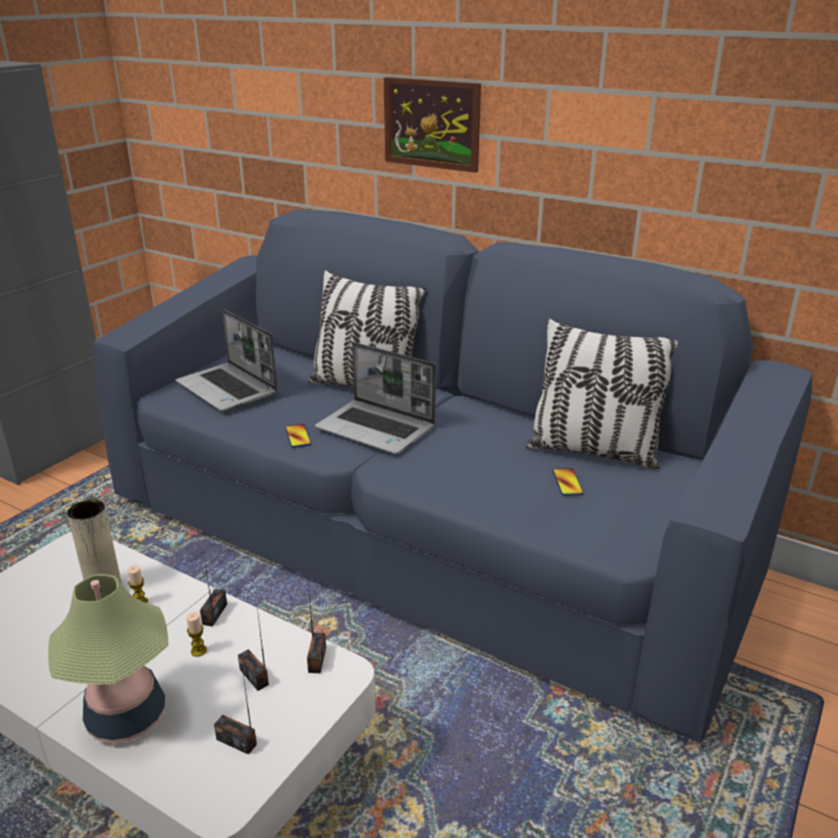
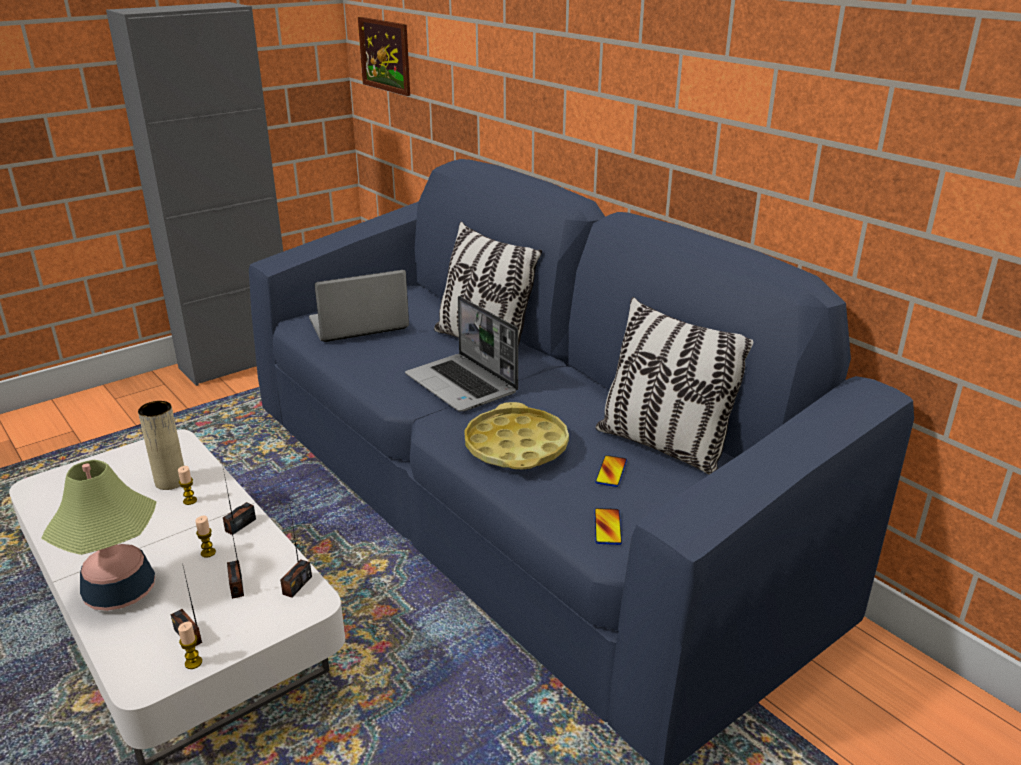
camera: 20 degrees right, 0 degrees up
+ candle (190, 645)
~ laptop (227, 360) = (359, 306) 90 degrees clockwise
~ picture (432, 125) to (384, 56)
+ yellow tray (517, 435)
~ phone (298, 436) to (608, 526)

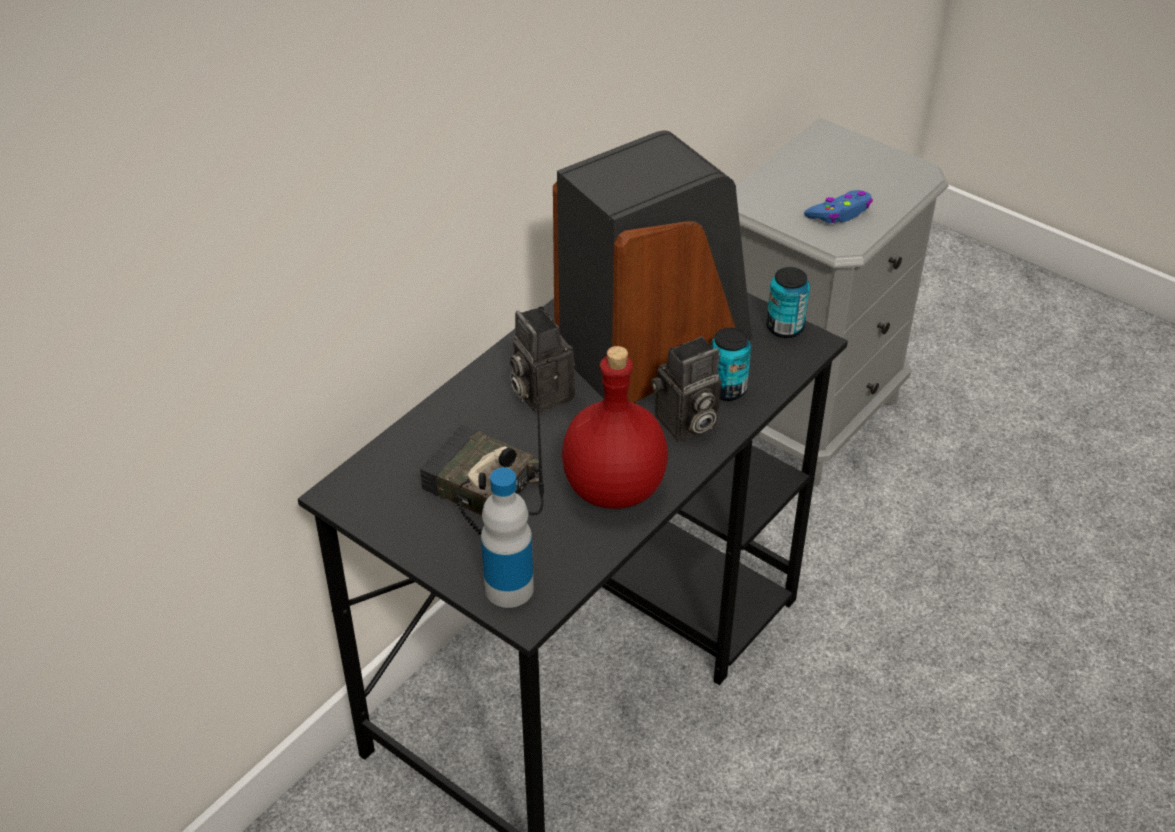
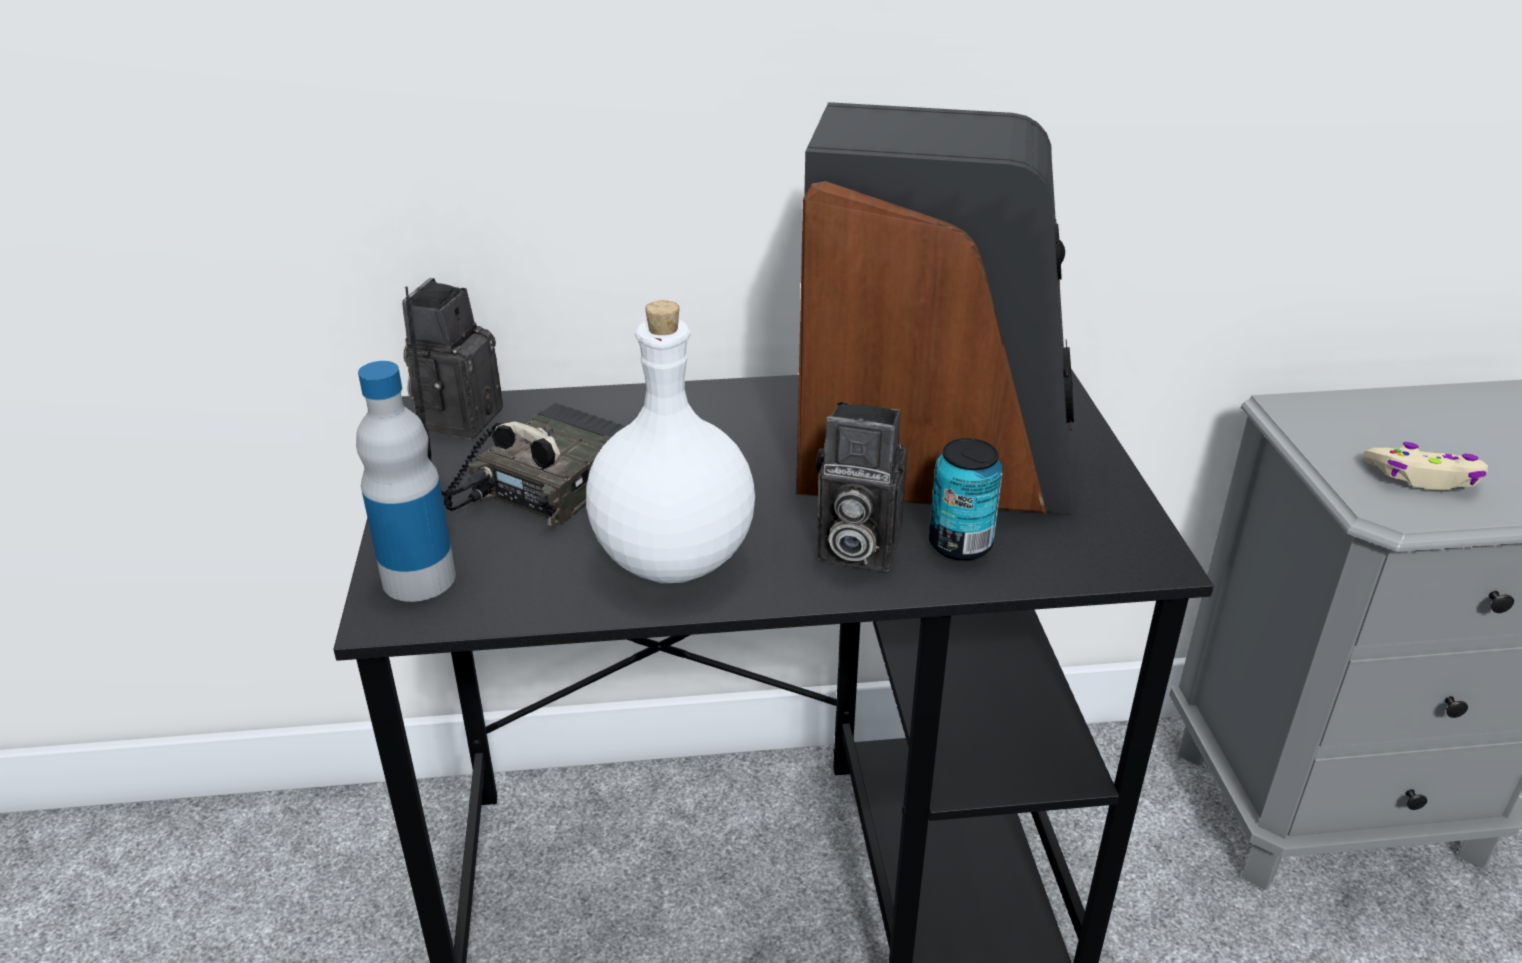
camera: 45 degrees right, 10 degrees down
~ photo camera (542, 359) to (452, 358)
~ radio (482, 466) = (515, 407) 45 degrees clockwise
~ red bottle (615, 427) to white bottle (670, 441)
~ blue game controller (838, 206) to beige game controller (1425, 466)
- can (788, 302)

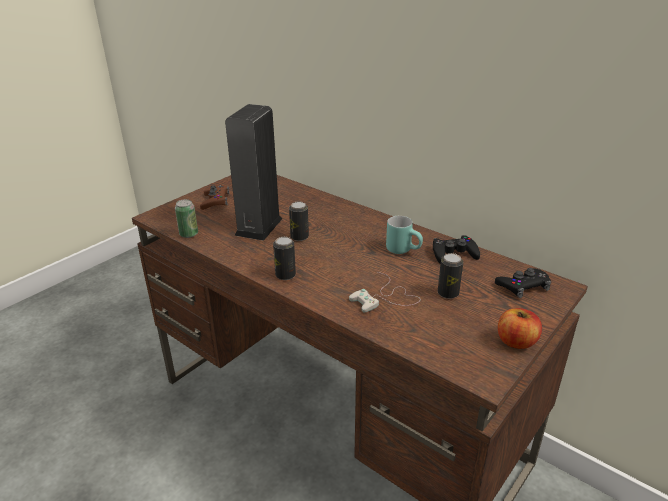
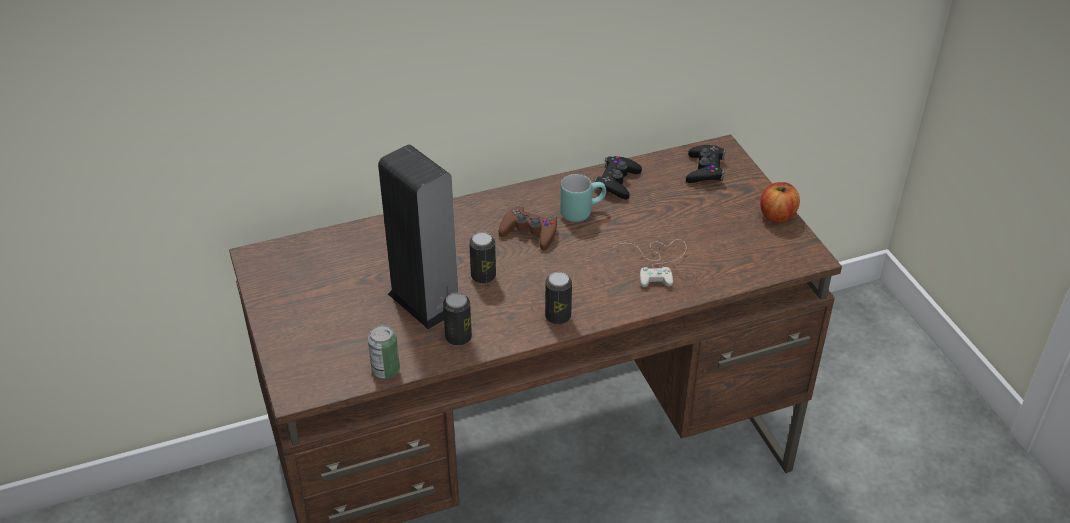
camera: 60 degrees left, 10 degrees up
~ can (450, 276) to (457, 319)
~ brown game controller (215, 197) to (528, 227)

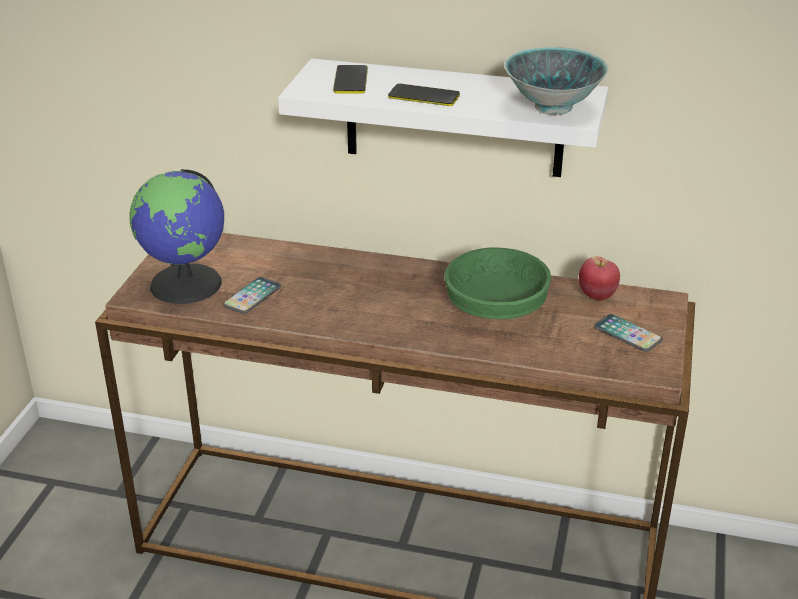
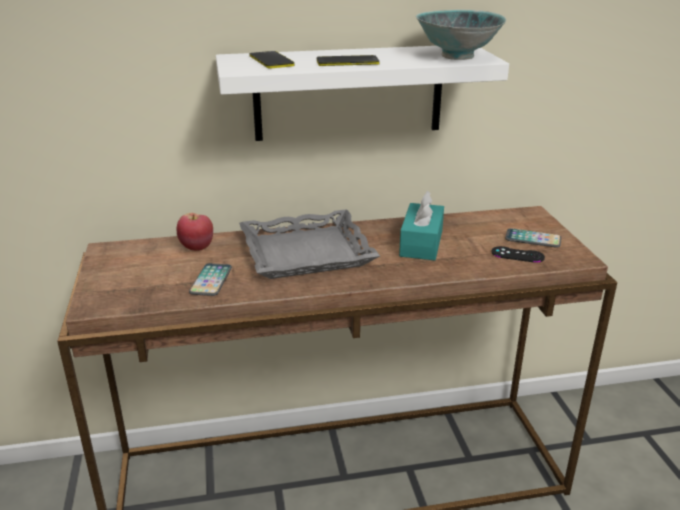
camera: 25 degrees left, 5 degrees down
~ apple (599, 278) to (195, 232)
+ grey tray (309, 244)
~ green bowl (498, 283) to turquoise tissue box (421, 225)
+ black game controller (518, 254)
- globe (176, 236)

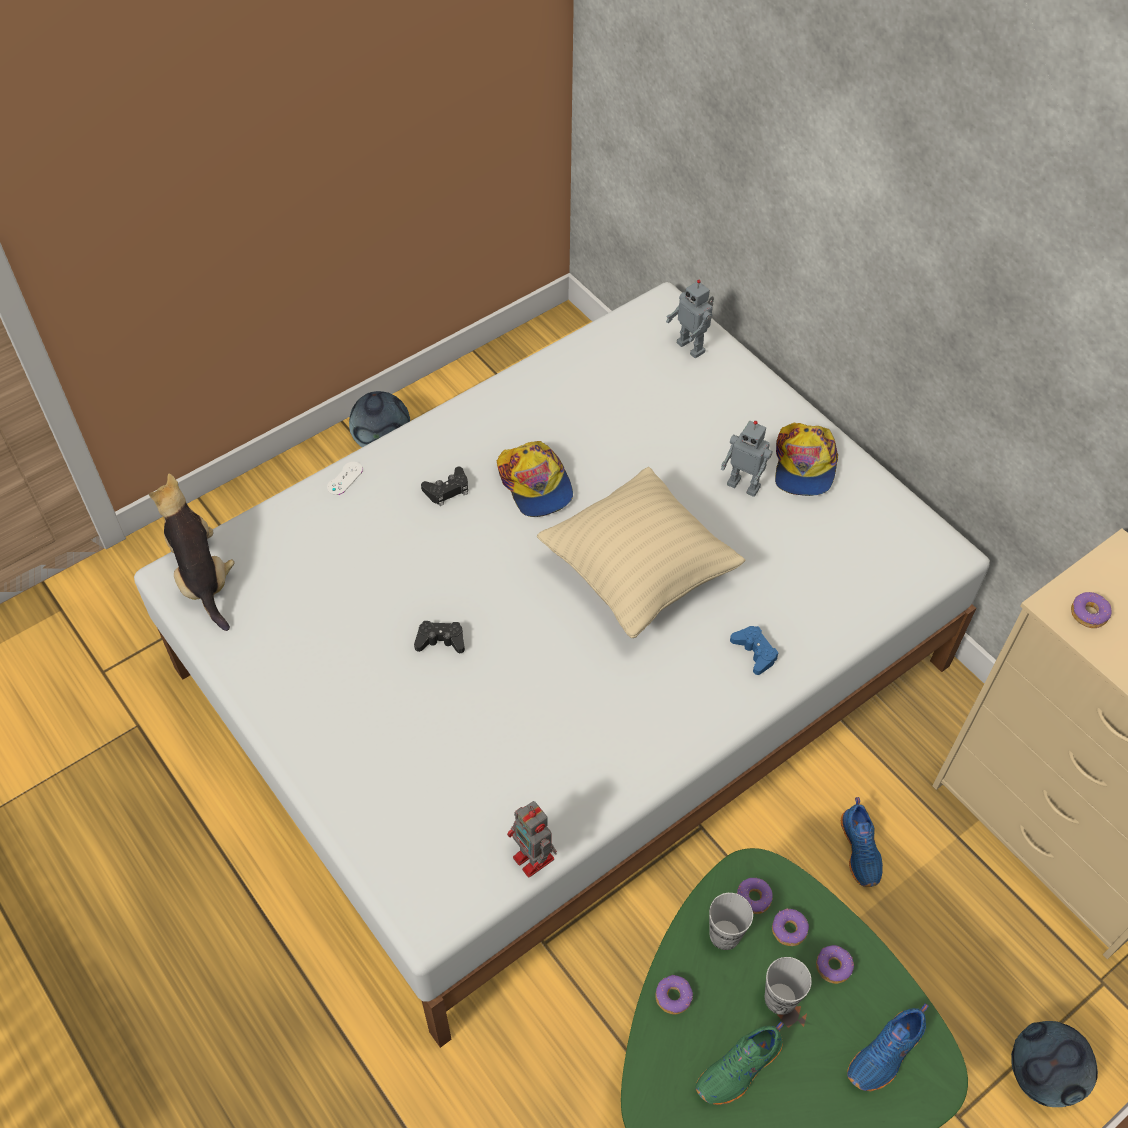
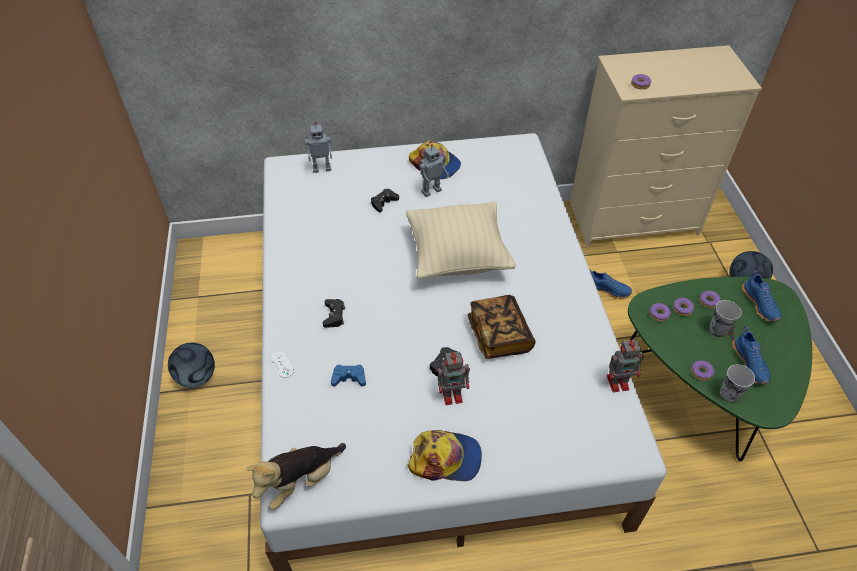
camera: 60 degrees left, 5 degrees down
~ plush toy (192, 552) = (296, 476) 45 degrees counterclockwise
~ blue game controller (754, 650) to (348, 375)
+ black game controller (385, 200)
~ cap (535, 479) to (445, 455)
+ toy robot (454, 378)
+ book (502, 327)
~ cup (731, 921) to (737, 383)
~ green shoe (739, 1063) to blue shoe (751, 355)

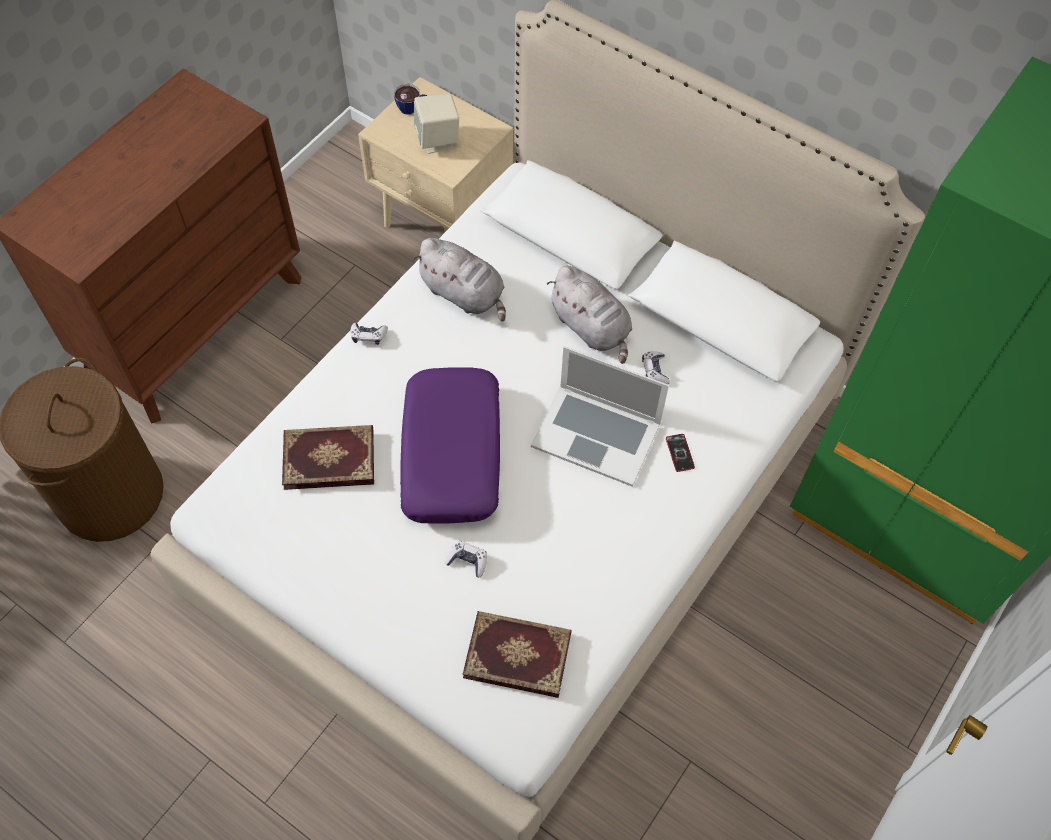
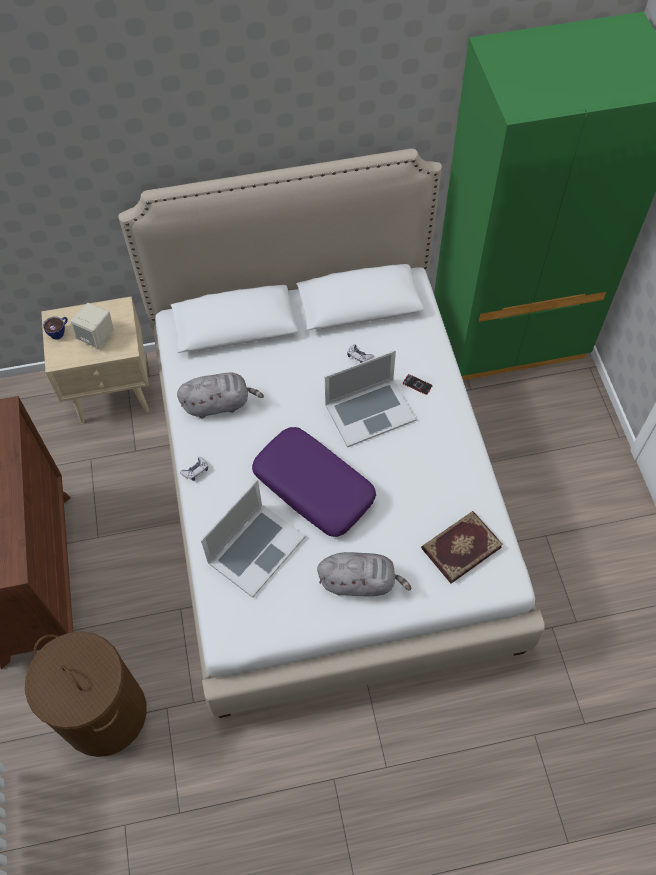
camera: 45 degrees left, 0 degrees up
~ book (328, 457) to laptop (253, 539)
~ grey plush toy (589, 315) to (364, 574)
- game controller (466, 559)

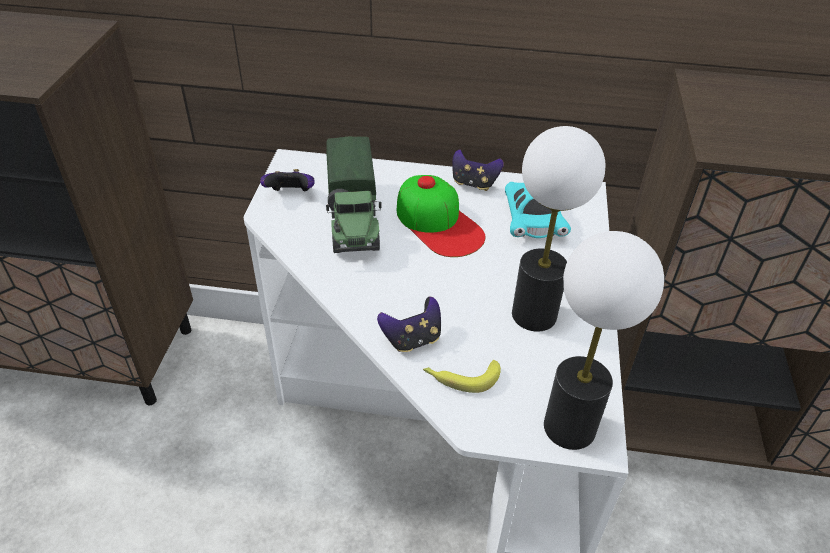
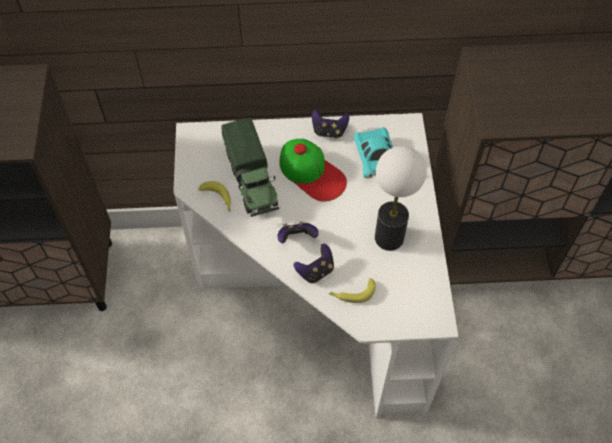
camera: 10 degrees left, 15 degrees up
+ banana (215, 196)
~ game controller (287, 180) to (298, 232)
- table lamp (604, 340)

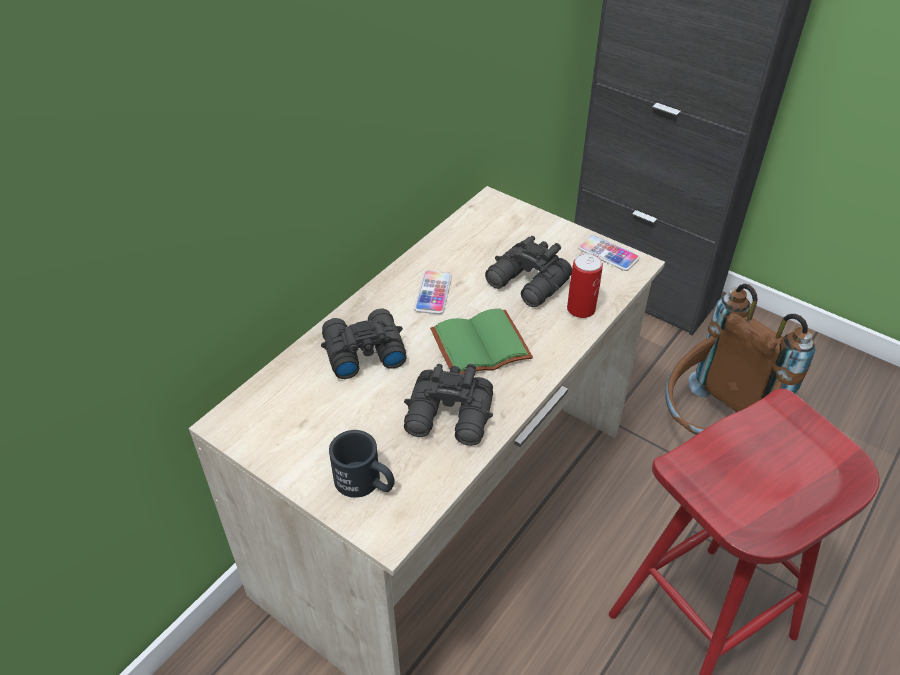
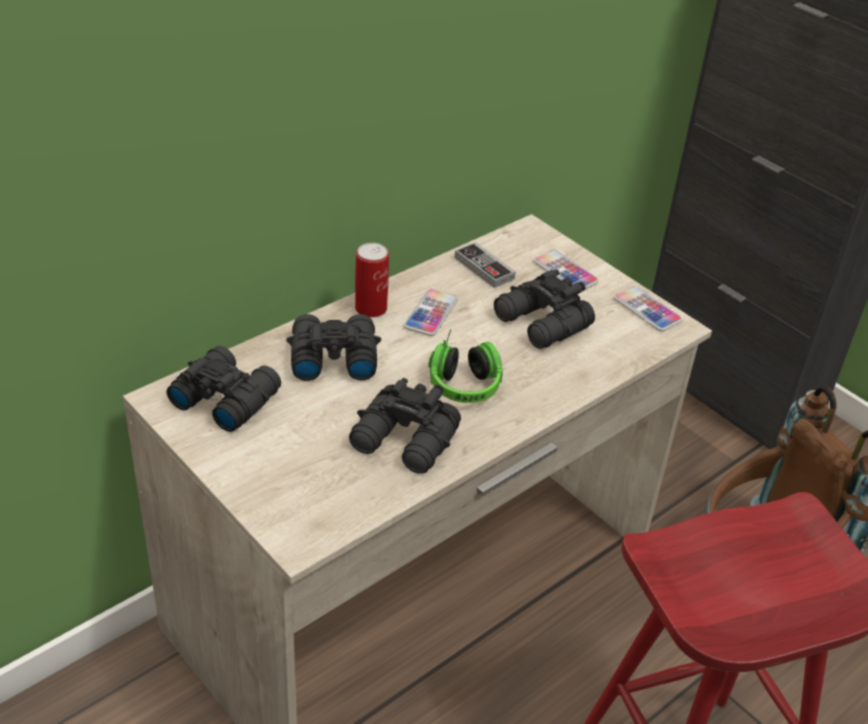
camera: 10 degrees right, 5 degrees down
+ black binoculars (224, 389)
~ can (585, 285) to (372, 280)
~ green book (481, 341) to headphones (465, 366)
+ game controller (485, 265)
+ phone (566, 269)
- black mug (362, 464)

